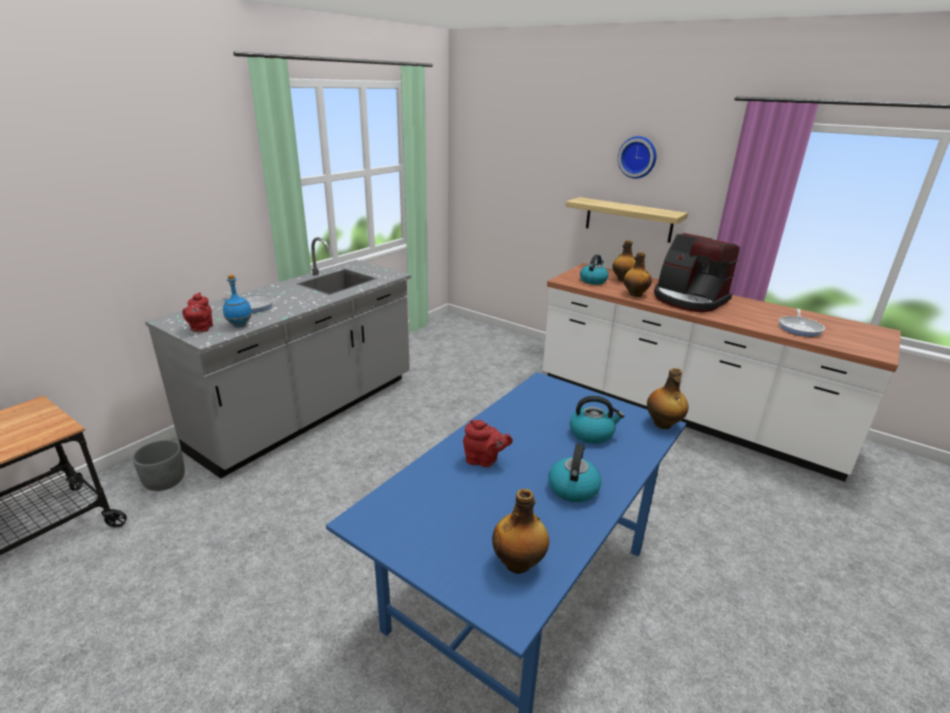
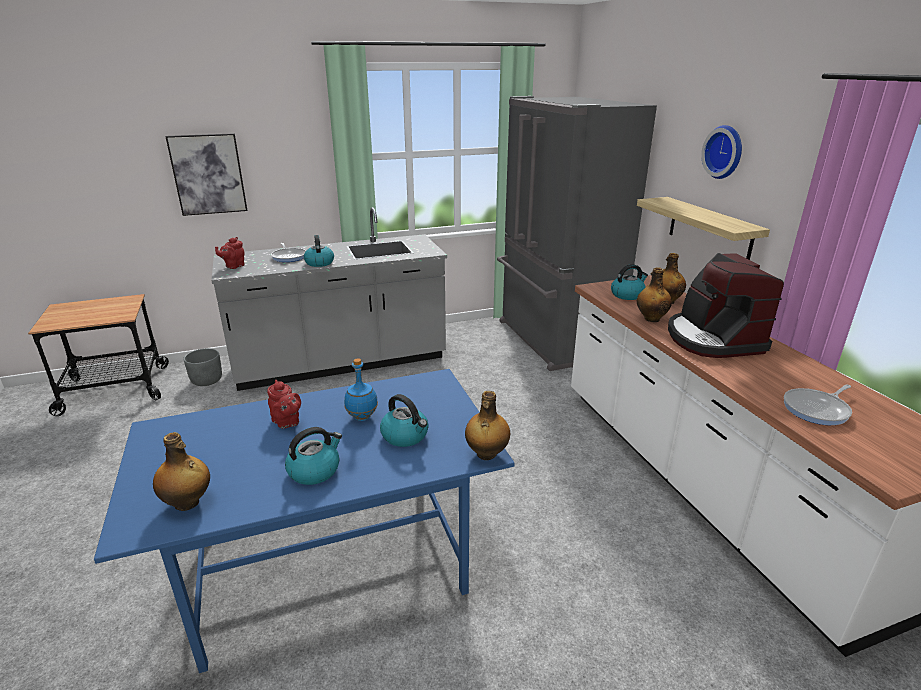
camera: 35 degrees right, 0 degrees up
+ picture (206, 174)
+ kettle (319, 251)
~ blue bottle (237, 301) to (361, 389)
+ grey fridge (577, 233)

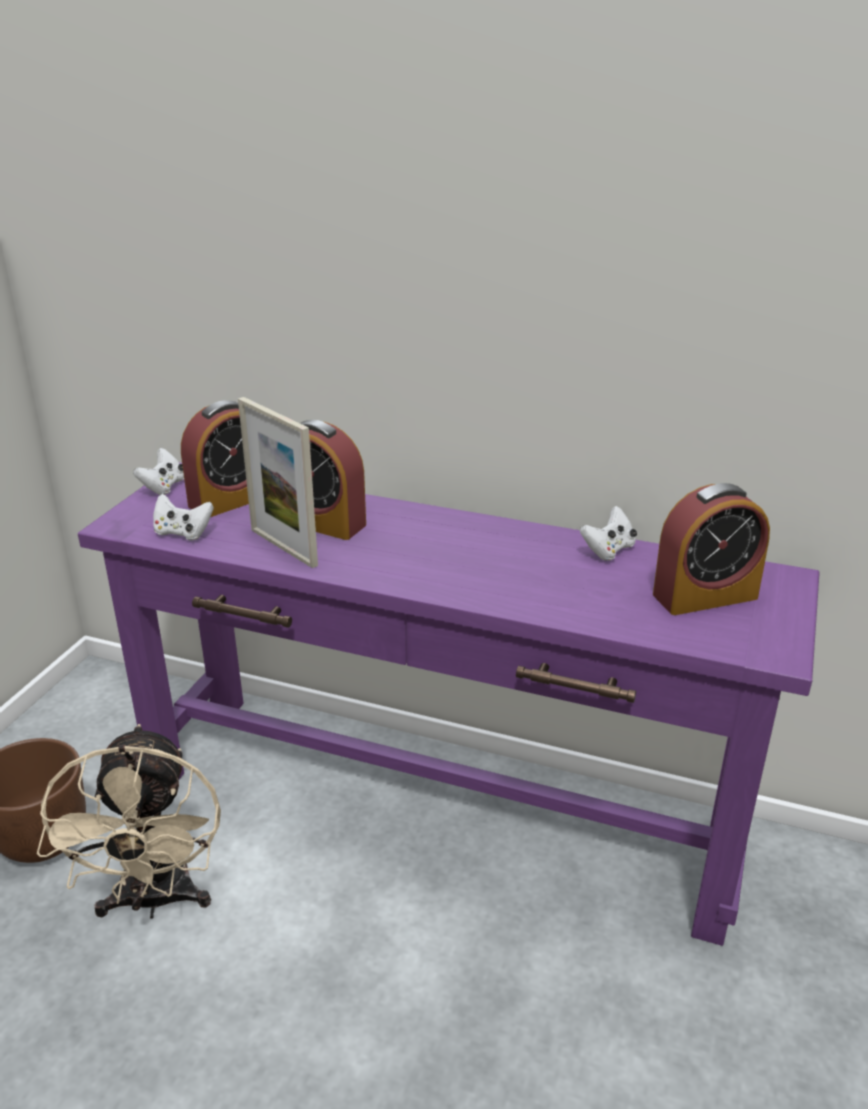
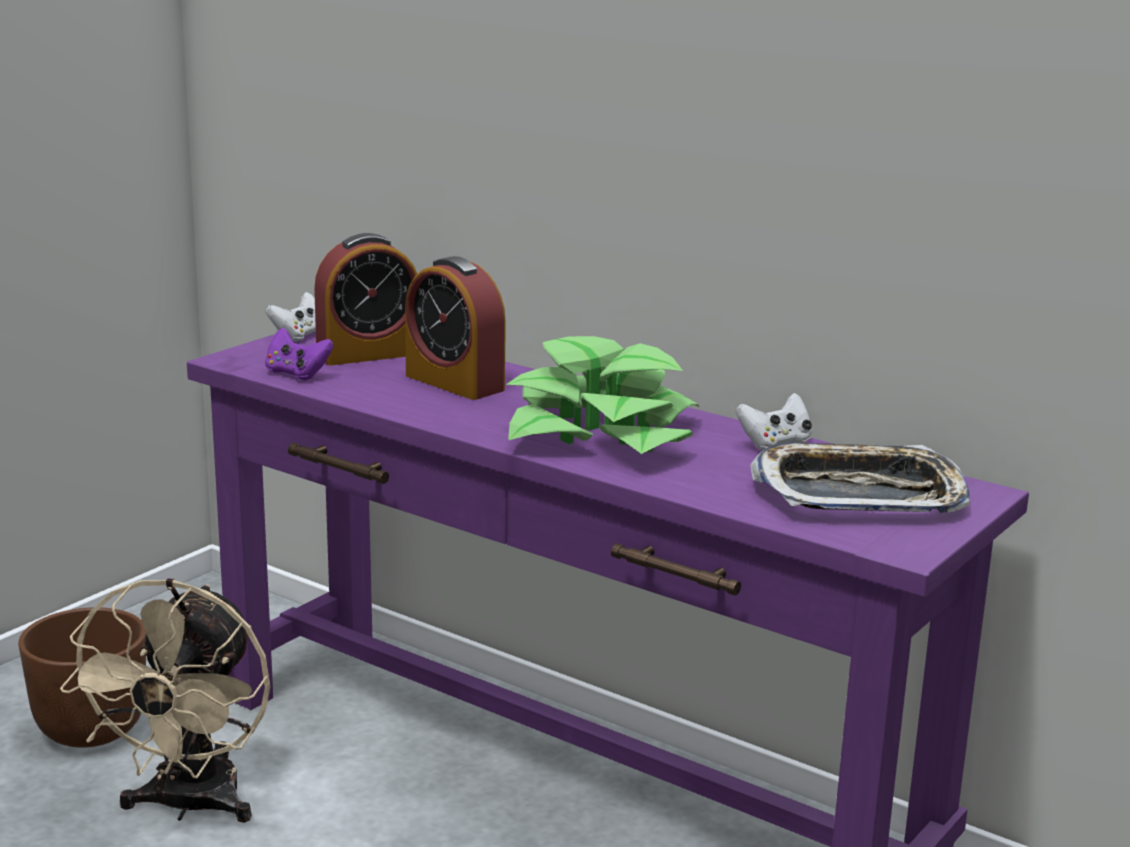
camera: 15 degrees right, 10 degrees down
~ white game controller (183, 517) to purple game controller (299, 353)
+ potted plant (602, 395)
~ alarm clock (711, 549) to tray (860, 478)
- picture frame (278, 482)

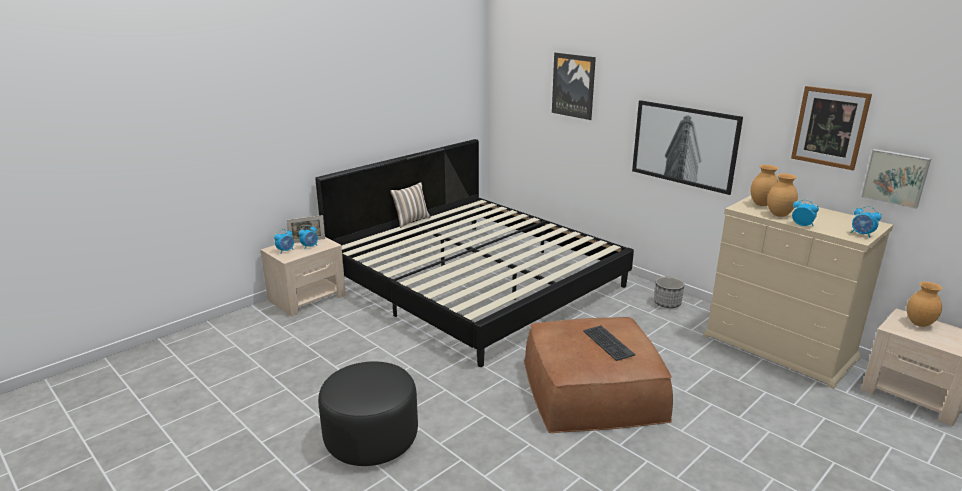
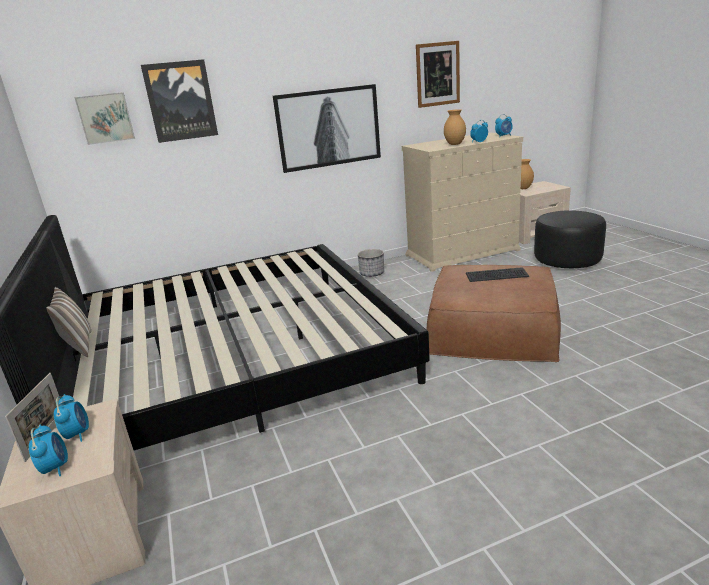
camera: 65 degrees left, 0 degrees up
~ picture (896, 179) to (104, 118)
~ black ottoman (368, 413) to (570, 239)
- brown vase (764, 185)

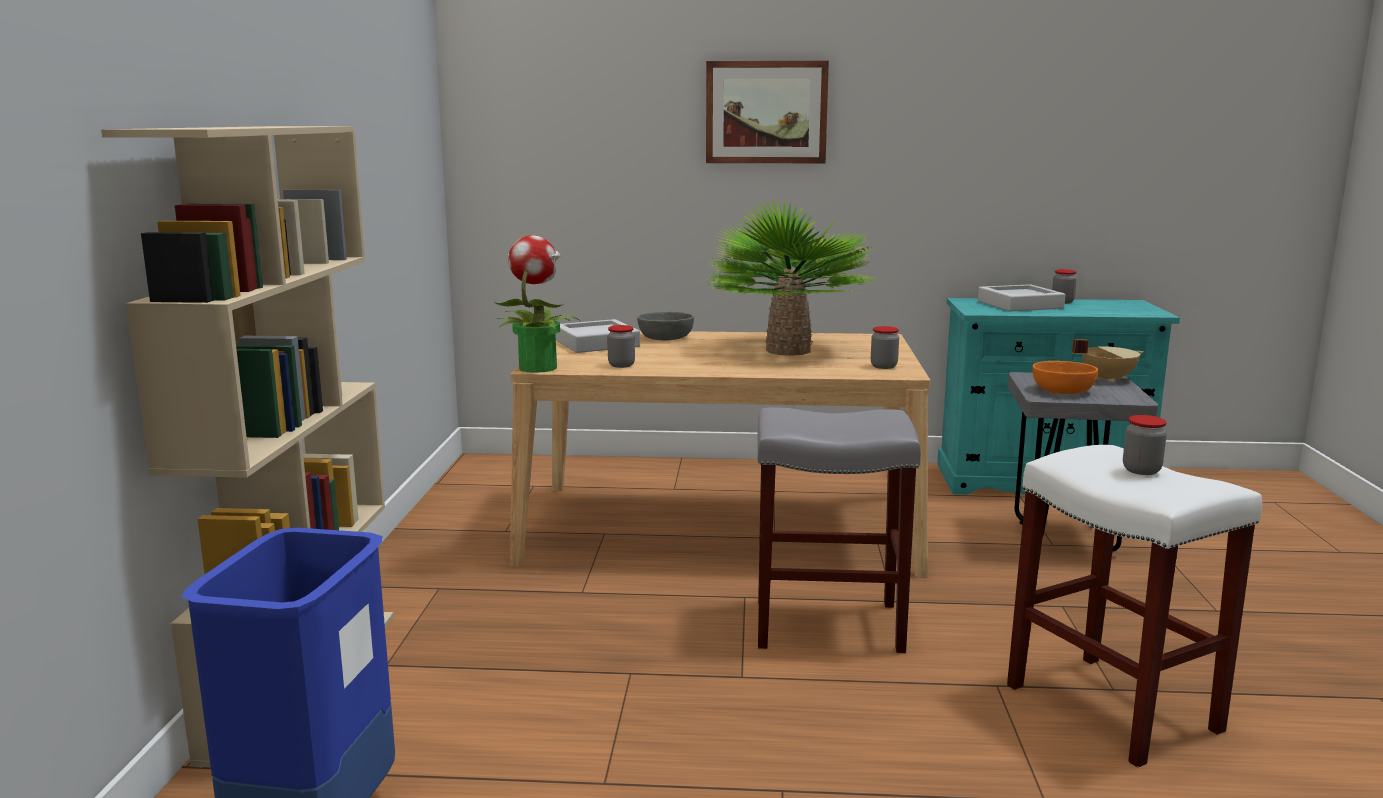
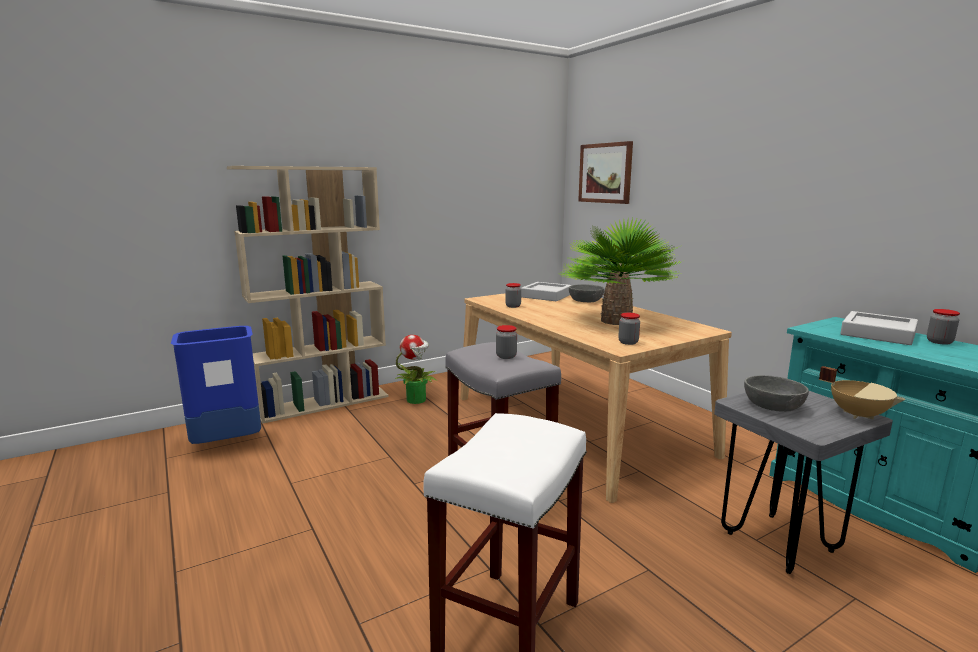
camera: 55 degrees right, 0 degrees up
~ potted plant (537, 304) to (416, 369)
~ jar (1145, 445) to (506, 342)
~ picture (767, 112) to (605, 172)
~ orange bowl (1065, 377) to grey bowl (776, 393)

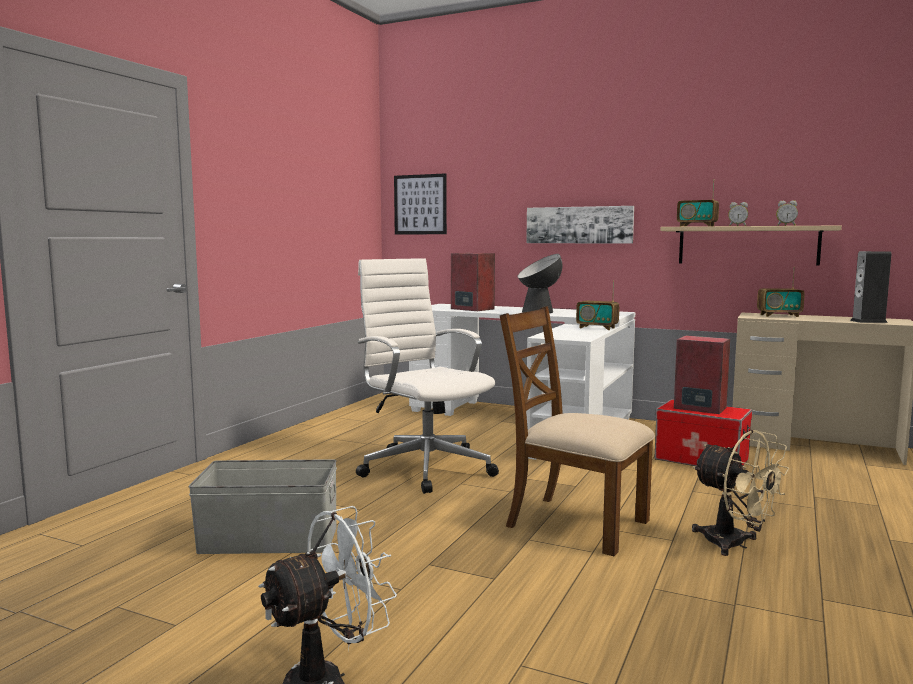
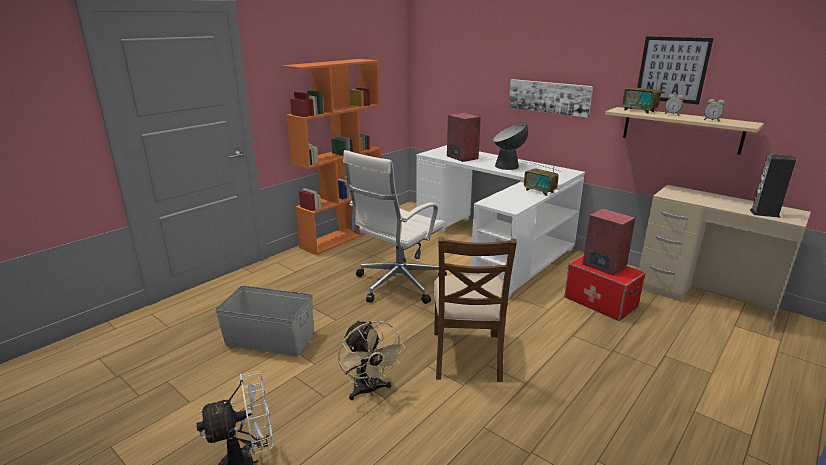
camera: 15 degrees right, 15 degrees up
+ orange bookcase (331, 157)
~ beige fan (741, 493) to (371, 360)
~ white office chair (427, 376) = (395, 227) 120 degrees counterclockwise
~ brown chair (577, 431) = (475, 309) 135 degrees counterclockwise
~ picture (420, 203) to (675, 70)
- radio (781, 292)

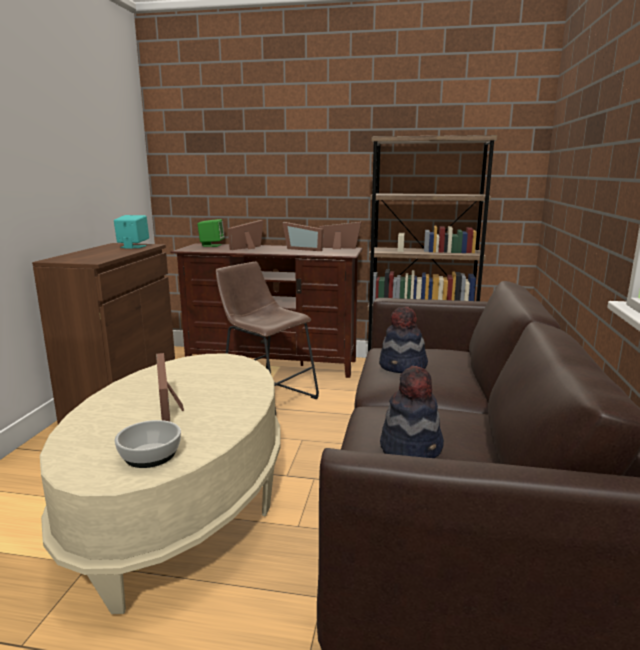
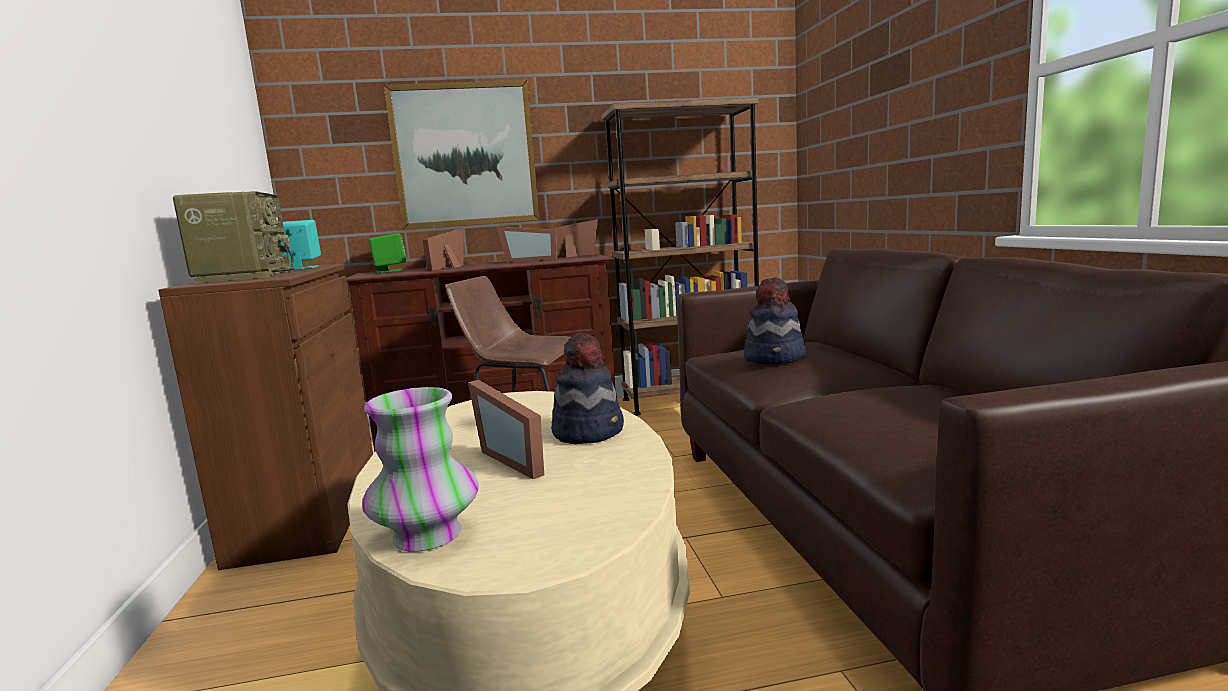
camera: 20 degrees left, 5 degrees down
+ radio (233, 237)
+ vase (420, 469)
+ picture (462, 154)
~ hat (412, 412) to (587, 388)
- bowl (148, 444)

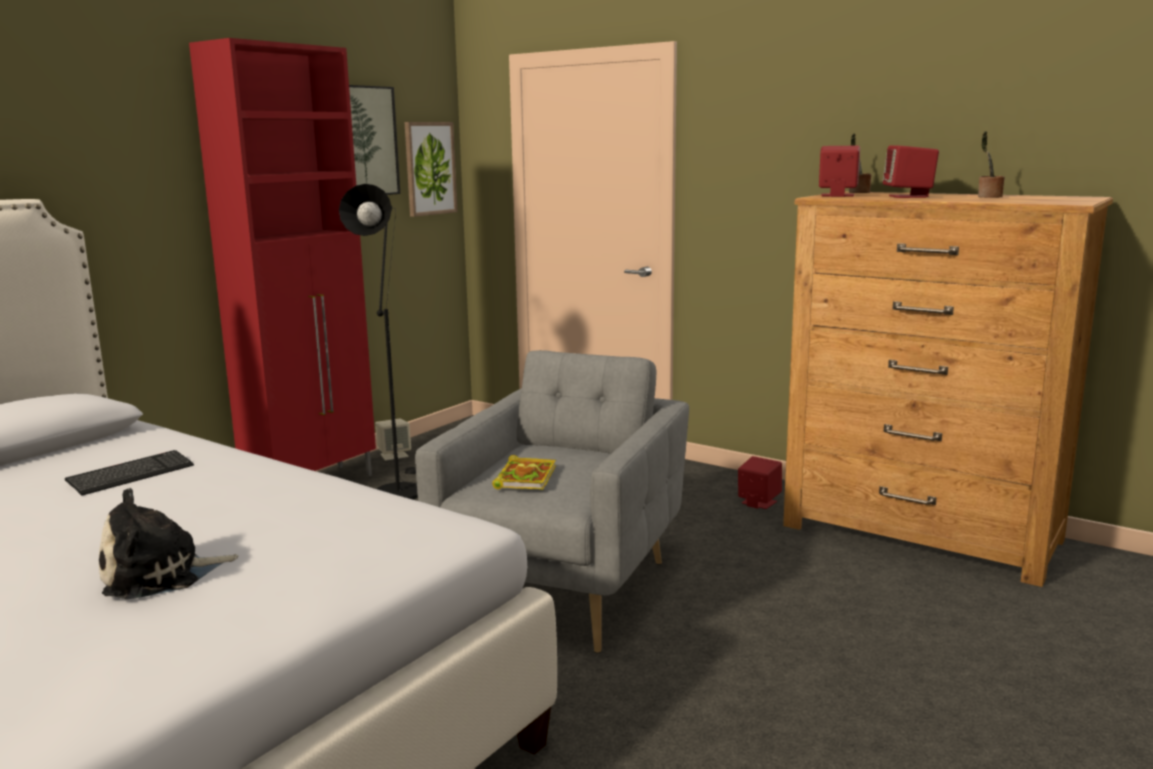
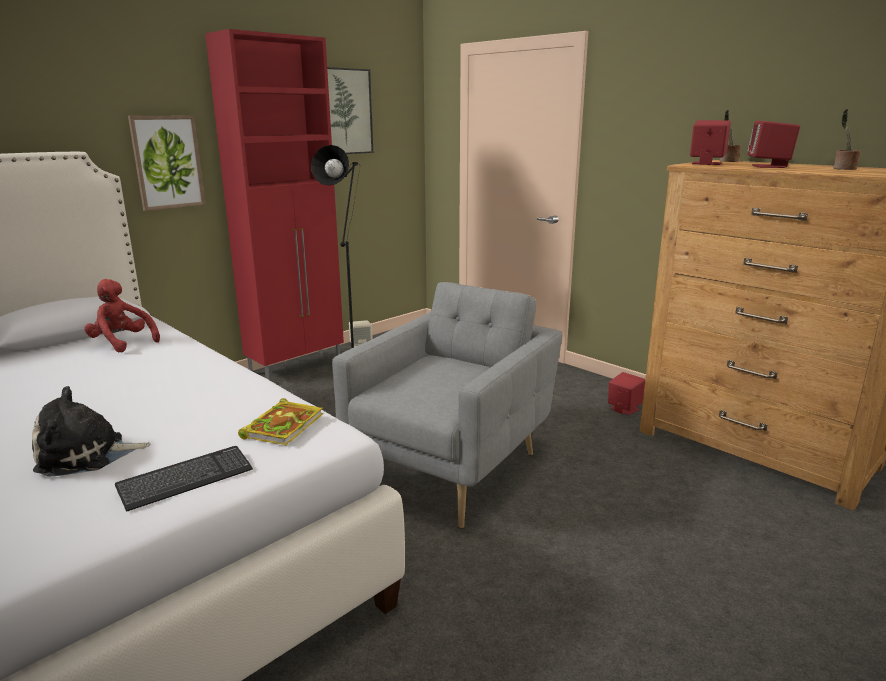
camera: 10 degrees right, 5 degrees up
+ red plush toy (122, 315)
~ keyboard (129, 473) to (184, 479)
~ picture (431, 169) to (166, 163)
~ book (524, 472) to (280, 422)

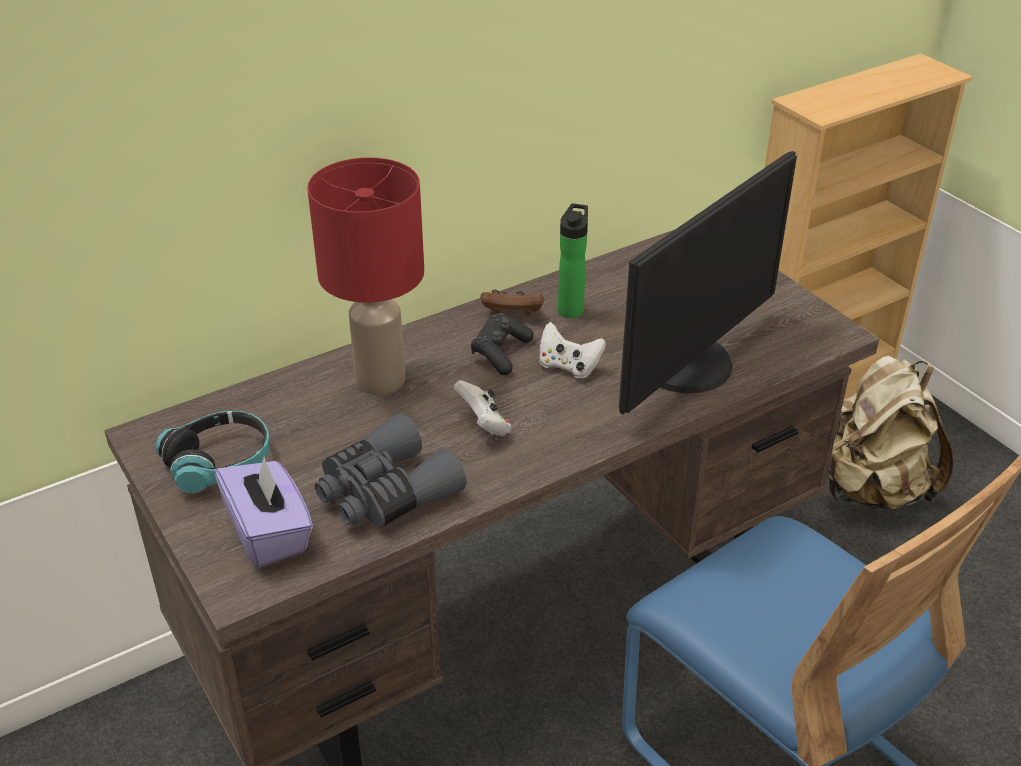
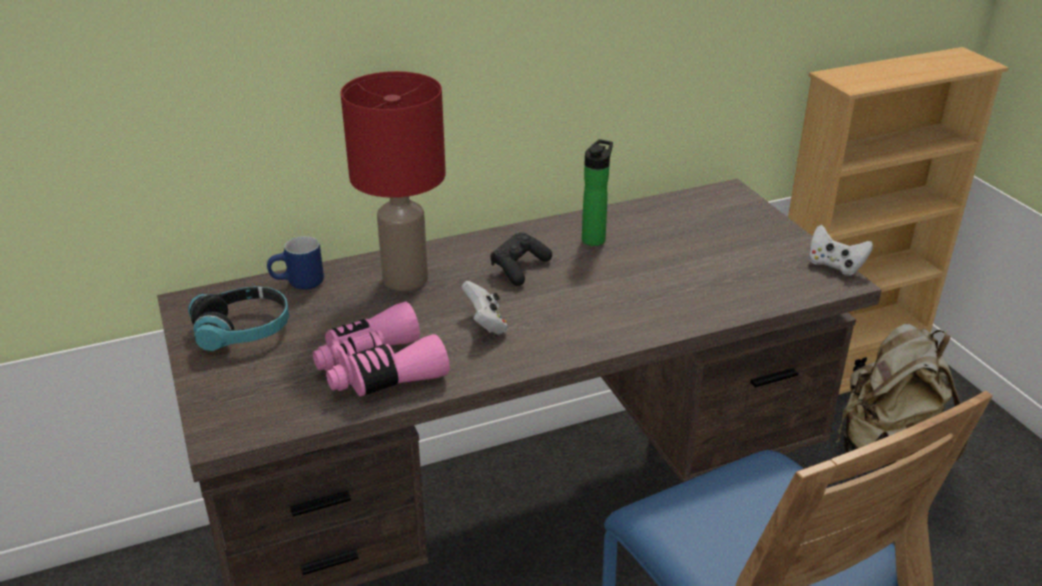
camera: 10 degrees right, 5 degrees down
+ blue mug (295, 263)
~ grey binoculars (390, 470) to pink binoculars (381, 349)
~ white game controller (572, 350) to (840, 250)
- purple tissue box (264, 511)
- brown game controller (512, 303)
- monitor (708, 282)

